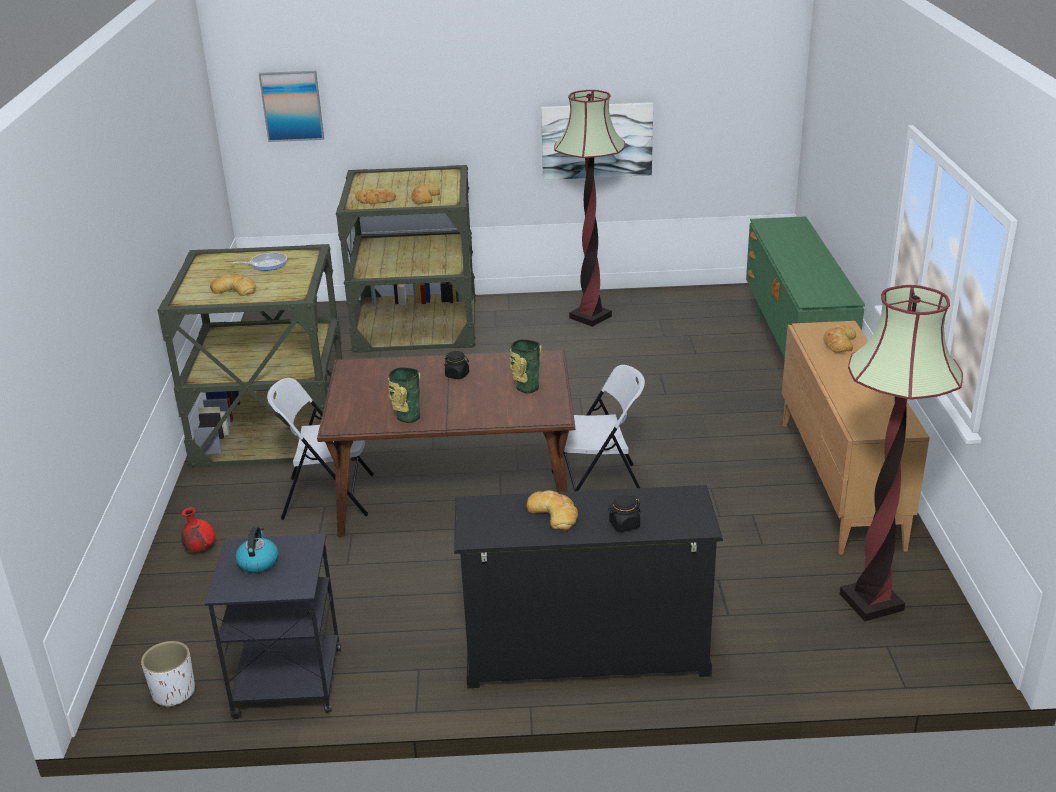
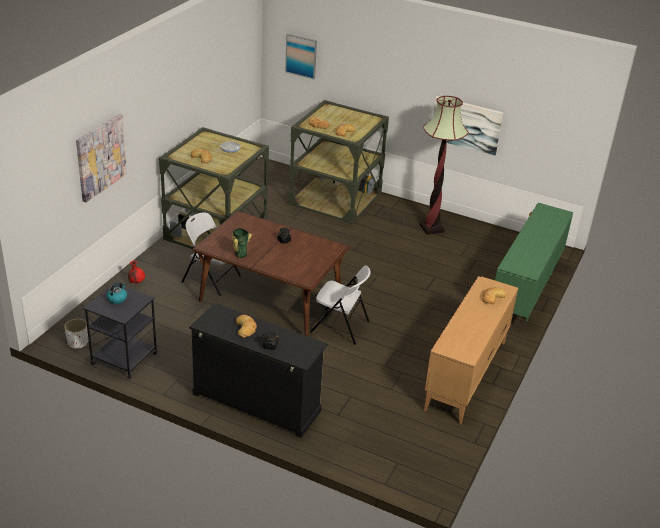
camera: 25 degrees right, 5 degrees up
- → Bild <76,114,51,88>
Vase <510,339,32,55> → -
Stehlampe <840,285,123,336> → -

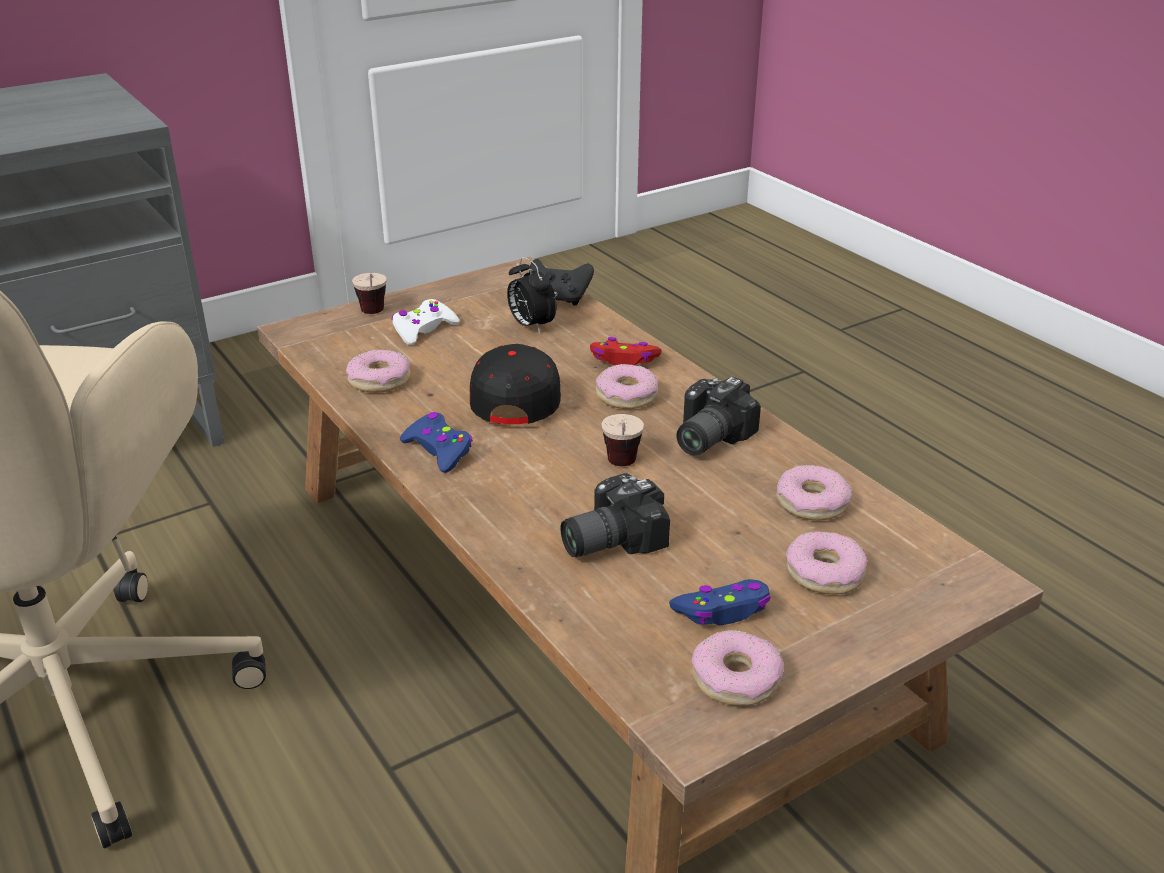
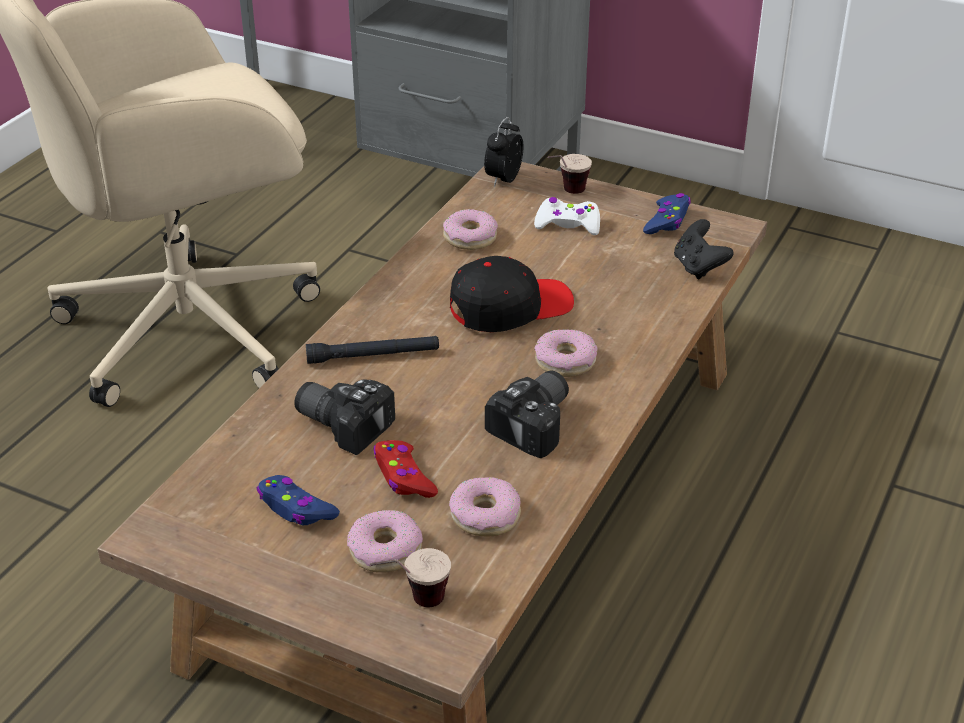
camera: 60 degrees right, 5 degrees up
- → Taschenlampe/schwarz <306,336,133,28>
Tasse <601,414,43,52> → Tasse <370,548,81,59>, relocated
Gamepad/rot <590,337,71,28> → Gamepad/rot <373,440,65,58>, relocated
Wecker <507,257,49,76> → Wecker <484,117,39,70>, relocated
Kamera <676,377,85,79> → Kamera <485,371,84,87>, 120 degrees clockwise
Gamepad/blau <400,412,73,61> → Gamepad/blau <643,193,48,41>, relocated
Donut <691,630,93,76> → -

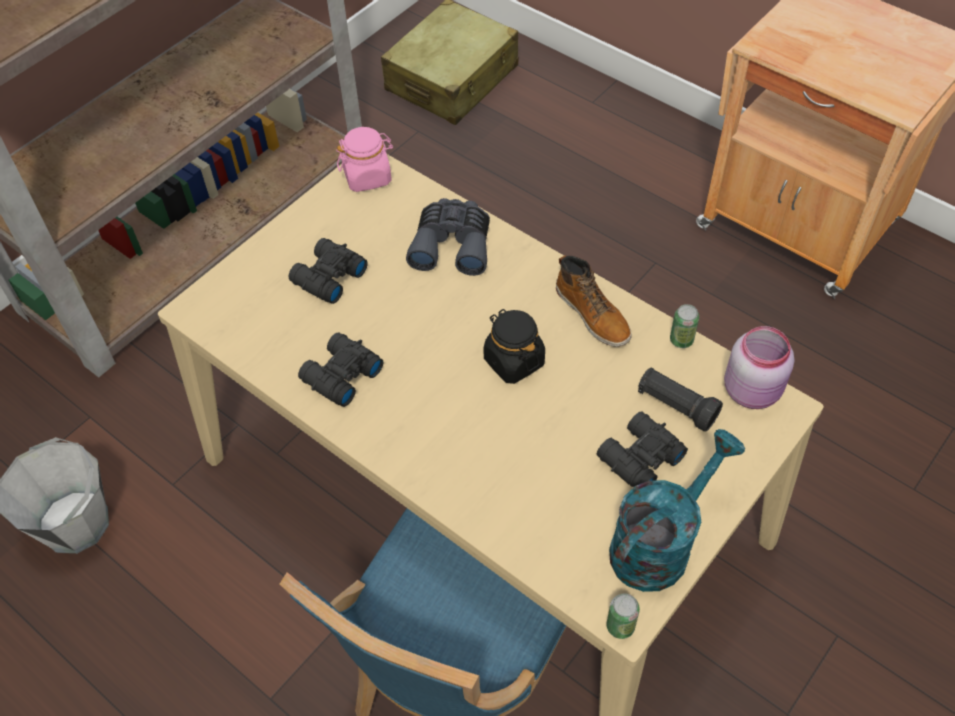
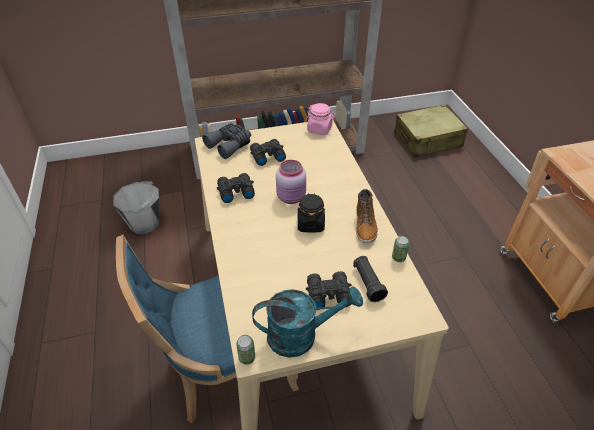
camera: 35 degrees right, 10 degrees down
Fernglas/grau <406,198,84,78> → Fernglas/grau <202,123,49,36>, relocated
Vorratsglas/rosa <724,326,70,83> → Vorratsglas/rosa <276,160,30,44>, relocated

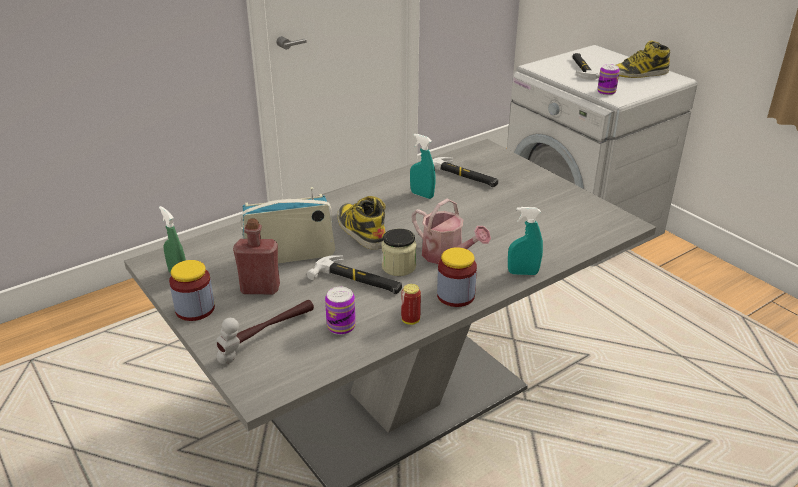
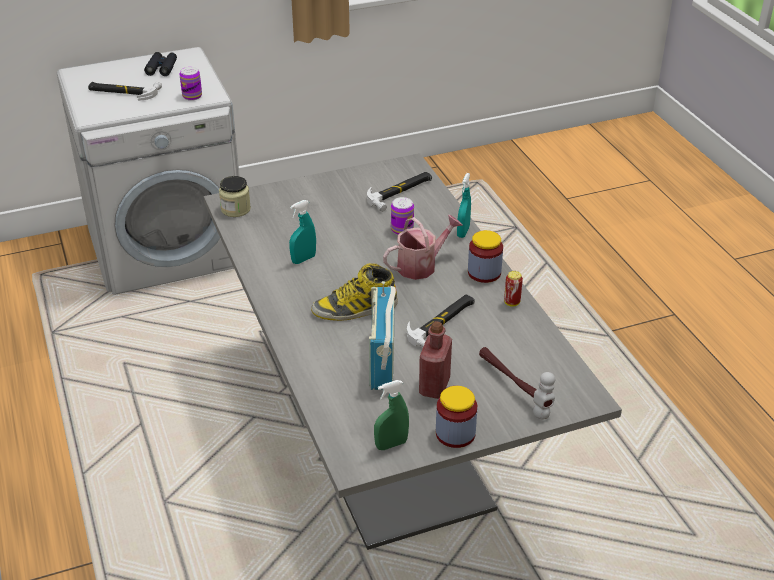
camera: 75 degrees left, 5 degrees up
Stiefel <616,41,54,37> → Fernglas/schwarz <144,52,33,24>
Vorratsglas <381,228,36,48> → Vorratsglas <219,176,32,41>, relocated
Hammer <432,157,67,30> → Hammer <367,172,65,40>, relocated
Dose <325,287,31,48> → Dose <391,197,23,38>, relocated

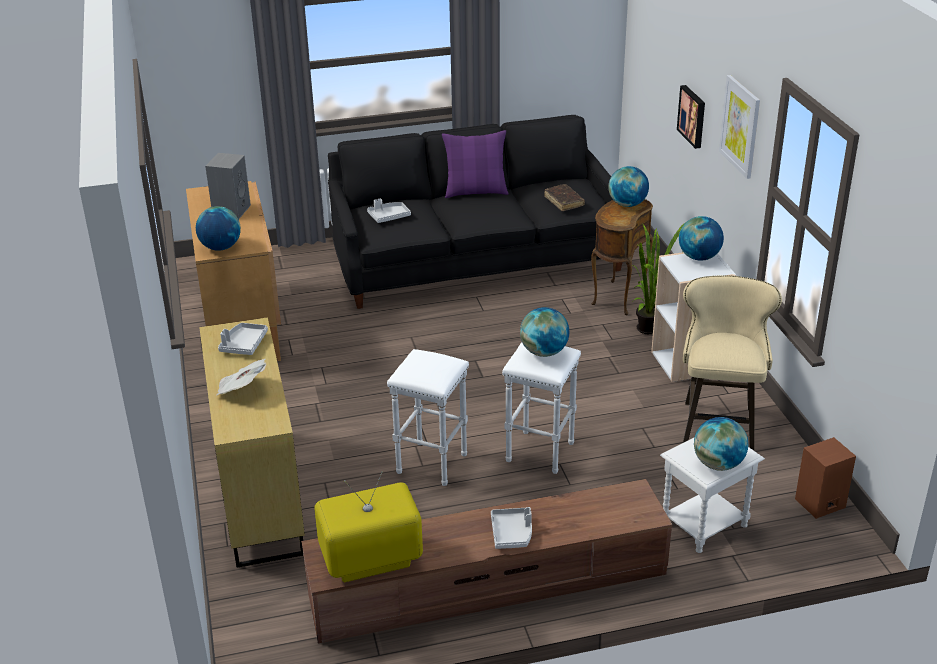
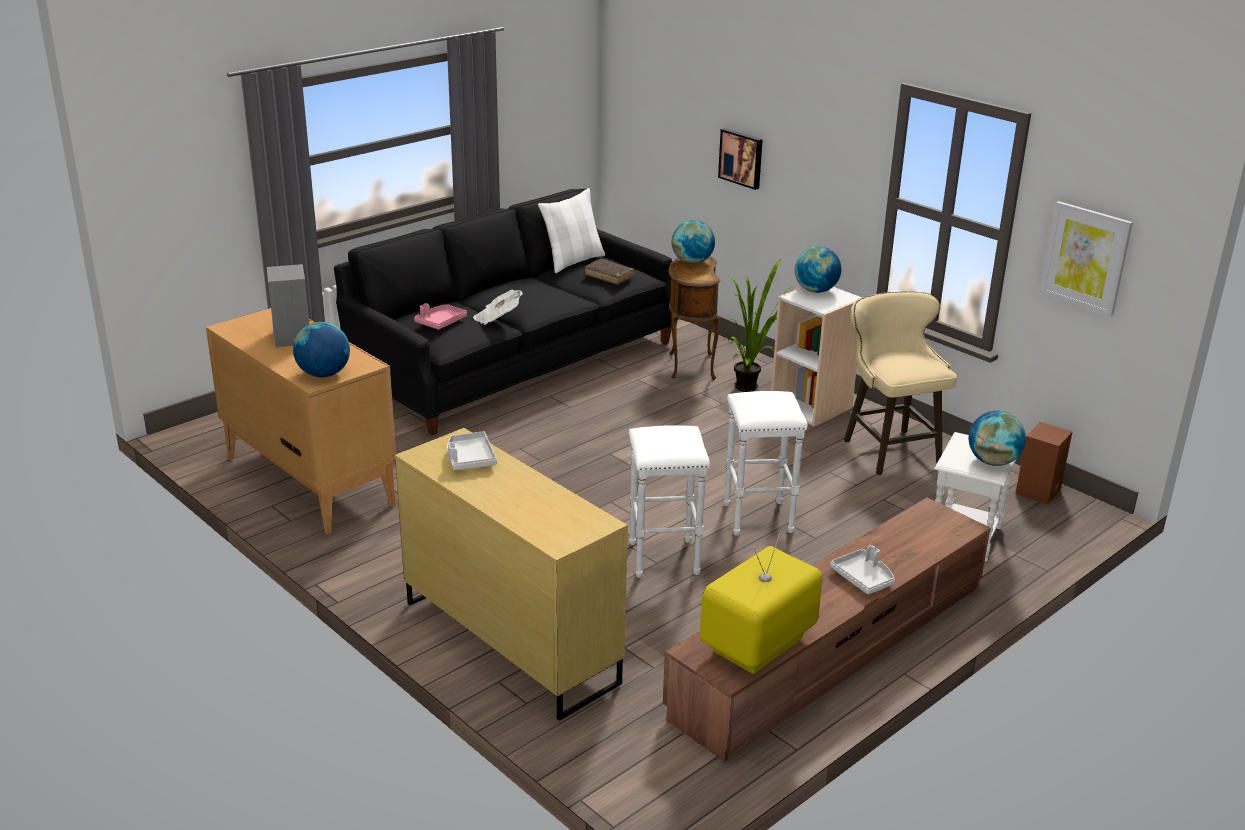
camera: 30 degrees left, 5 degrees down
Tablett/grau <367,198,44,25> → Tablett/rosa <414,303,53,26>
Zeitung <216,359,50,37> → Zeitung <473,290,50,35>, relocated
- → Kissen/weiß <538,188,67,85>
Bild <719,75,41,104> → Bild <1040,201,93,116>, relocated
Kissen/lila <442,130,67,68> → -
Globus <520,307,49,50> → -

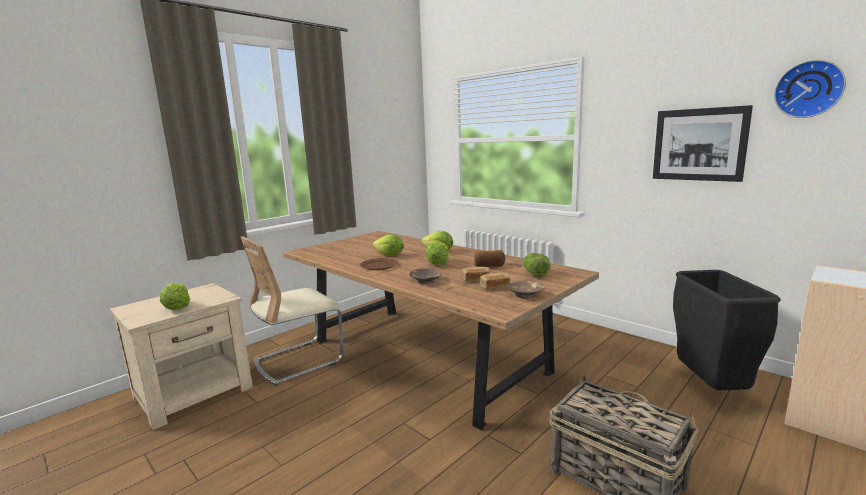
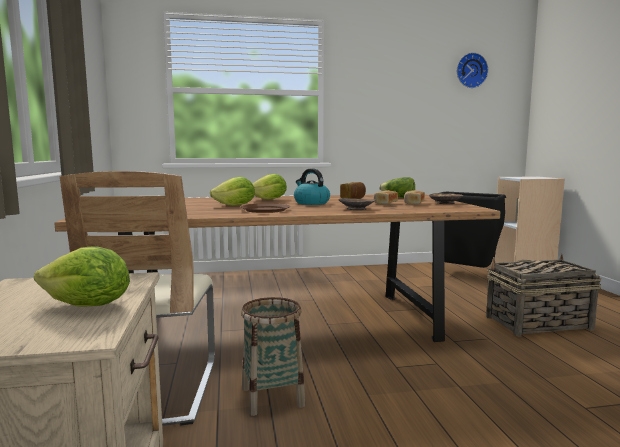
camera: 55 degrees left, 5 degrees down
- → Korb <241,297,64,119>
Salatkopf <426,241,23,24> → Wasserkessel <294,168,36,37>
Bild <653,105,100,77> → -

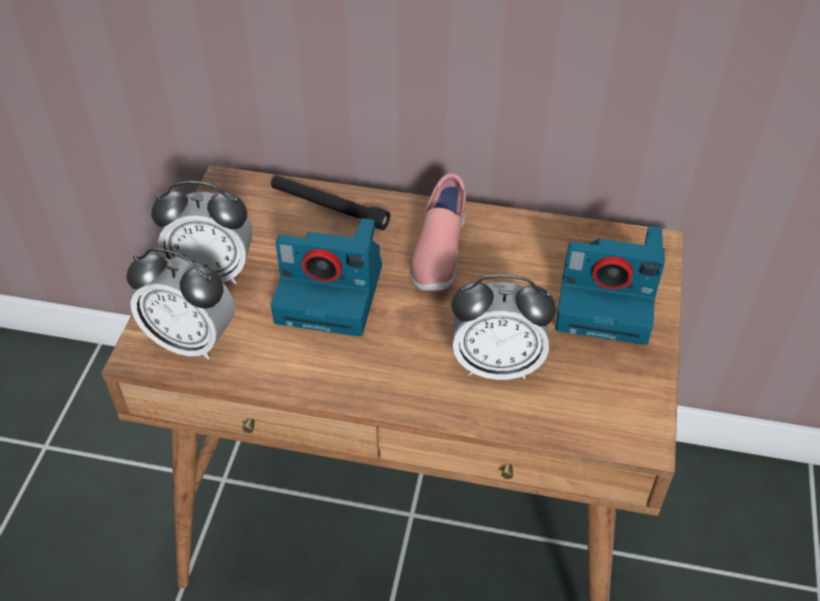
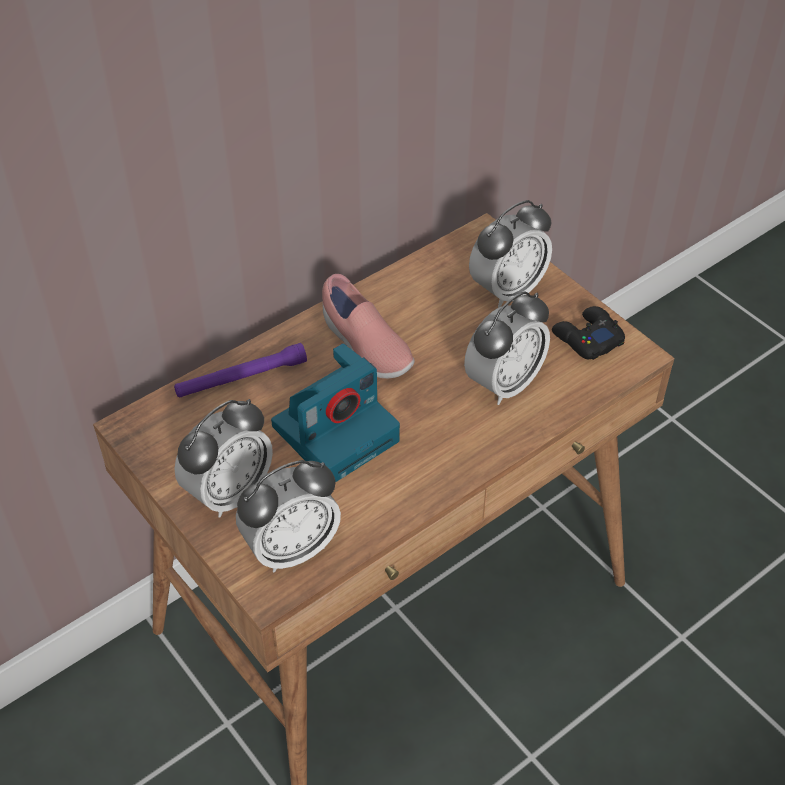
camera: 50 degrees left, 0 degrees up
Taschenlampe/schwarz <271,175,119,55> → Taschenlampe/lila <174,343,133,54>
Kamera <555,226,110,119> → Wecker <469,200,83,108>
- → Gamepad/schwarz <552,306,73,54>

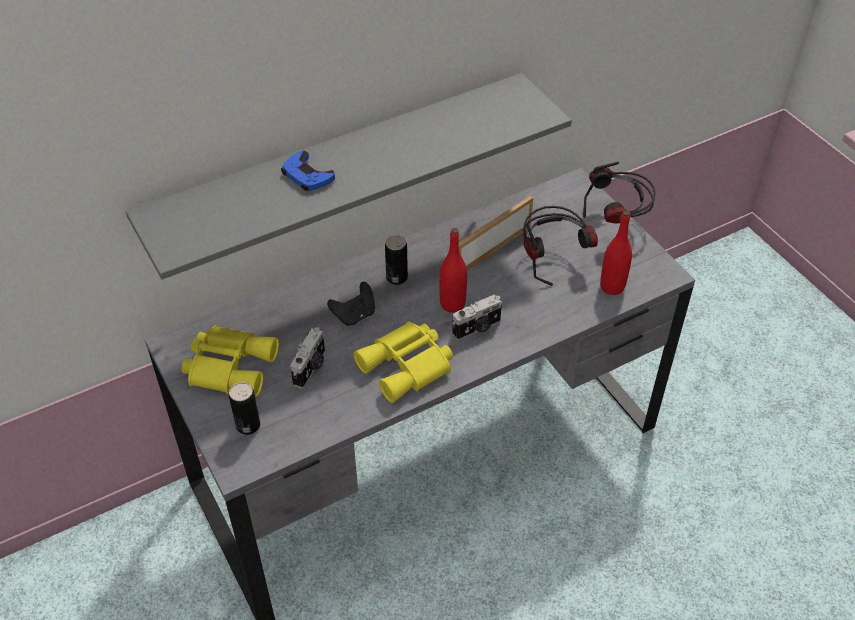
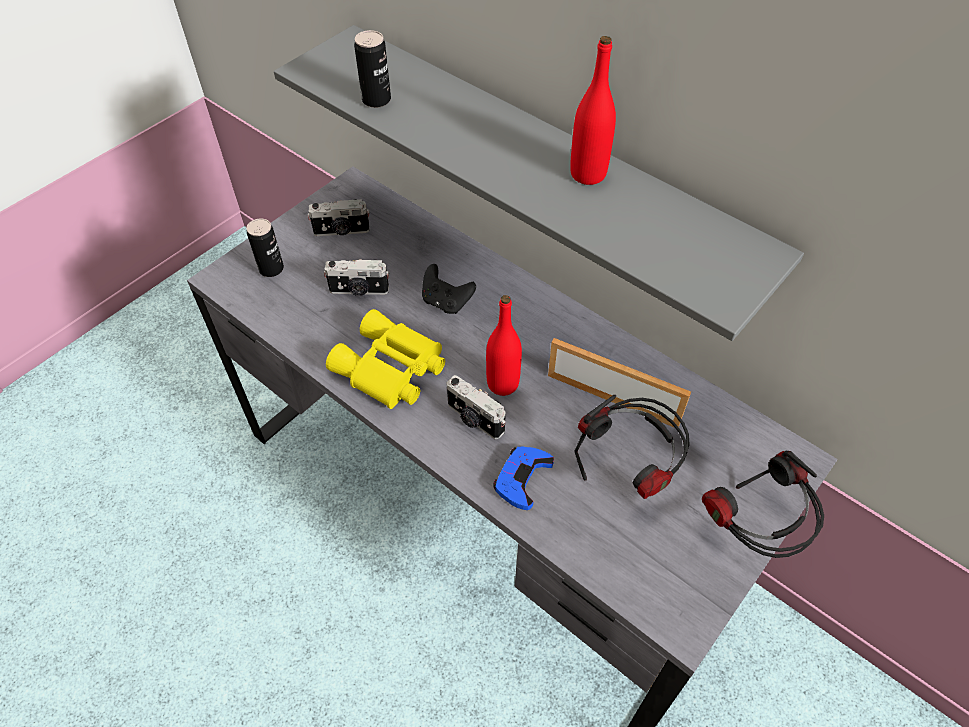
camera: 70 degrees right, 5 degrees up
Fernglas/gelb <182,325,97,72> → Kamera <308,199,62,37>
Dose <385,235,23,50> → Dose <354,30,37,78>, relocated
Gamepad/blau <281,150,54,41> → Gamepad/blau <493,447,61,63>, relocated
Flasche/rot <600,211,32,84> → Flasche/rot <570,36,46,149>, relocated

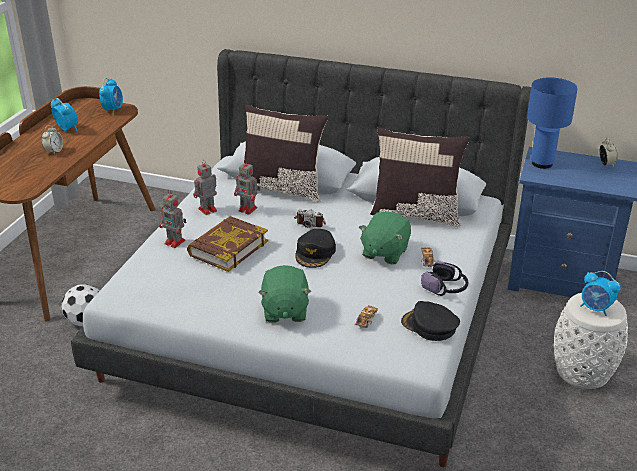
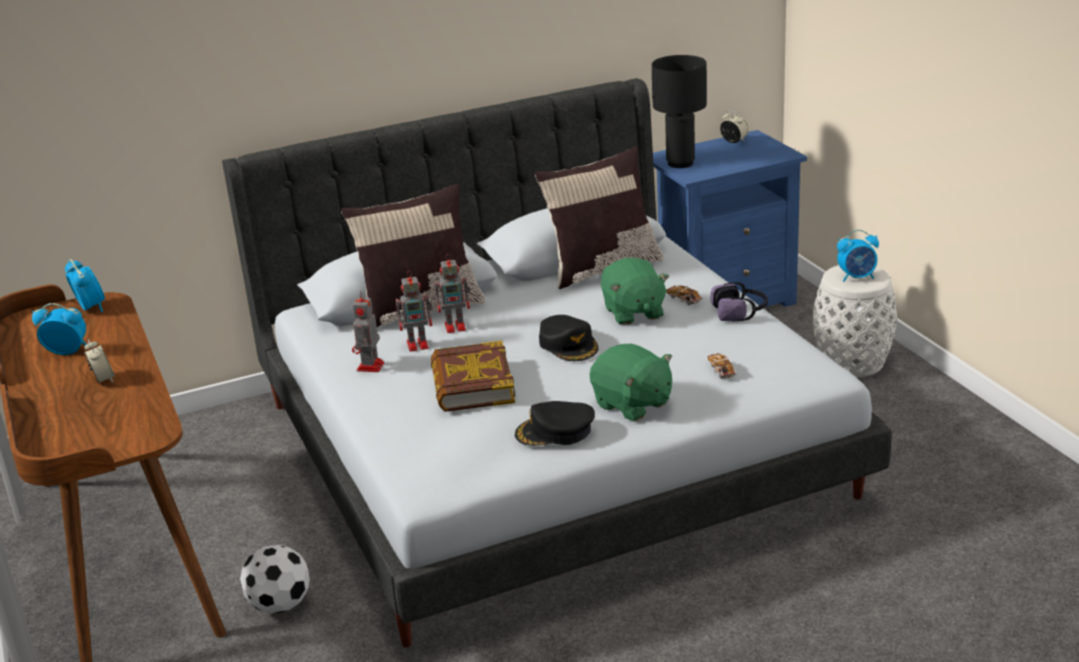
camera: 40 degrees left, 5 degrees down
Spielzeugroboter <159,191,27,57> → Spielzeugroboter <434,254,36,79>, relocated
Kappe/schwarz <401,301,59,40> → Kappe/schwarz <515,401,80,45>, relocated
Tischlampe/blau <527,77,50,92> → Tischlampe/schwarz <652,55,55,113>
Kamera <294,209,32,19> → -

